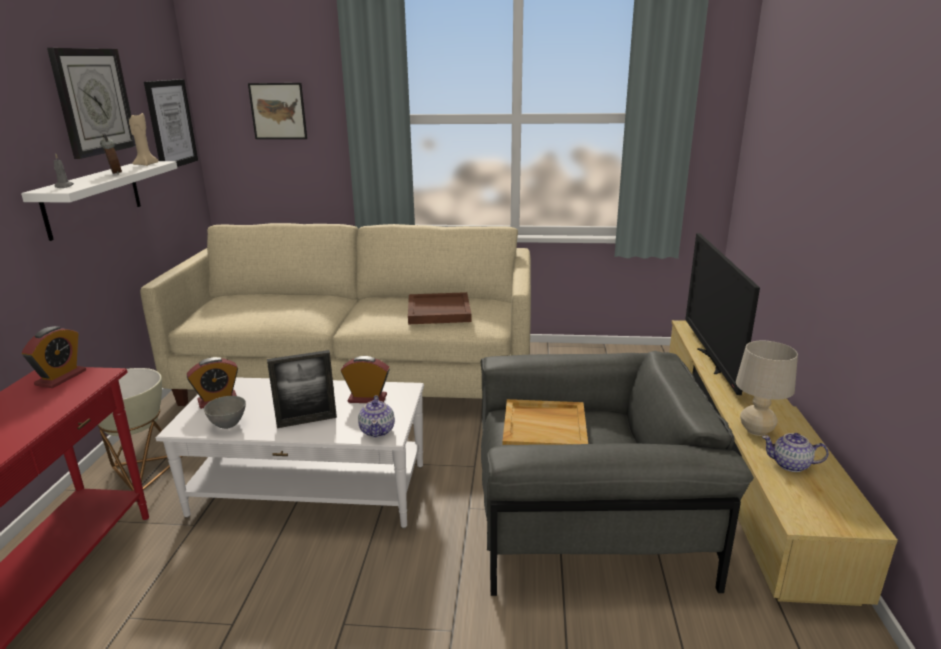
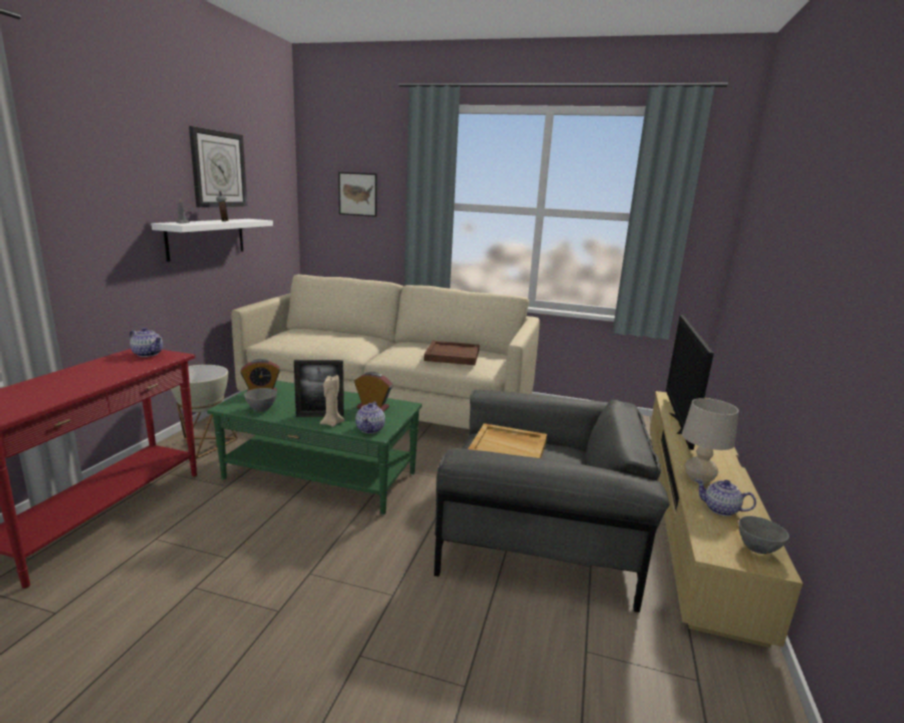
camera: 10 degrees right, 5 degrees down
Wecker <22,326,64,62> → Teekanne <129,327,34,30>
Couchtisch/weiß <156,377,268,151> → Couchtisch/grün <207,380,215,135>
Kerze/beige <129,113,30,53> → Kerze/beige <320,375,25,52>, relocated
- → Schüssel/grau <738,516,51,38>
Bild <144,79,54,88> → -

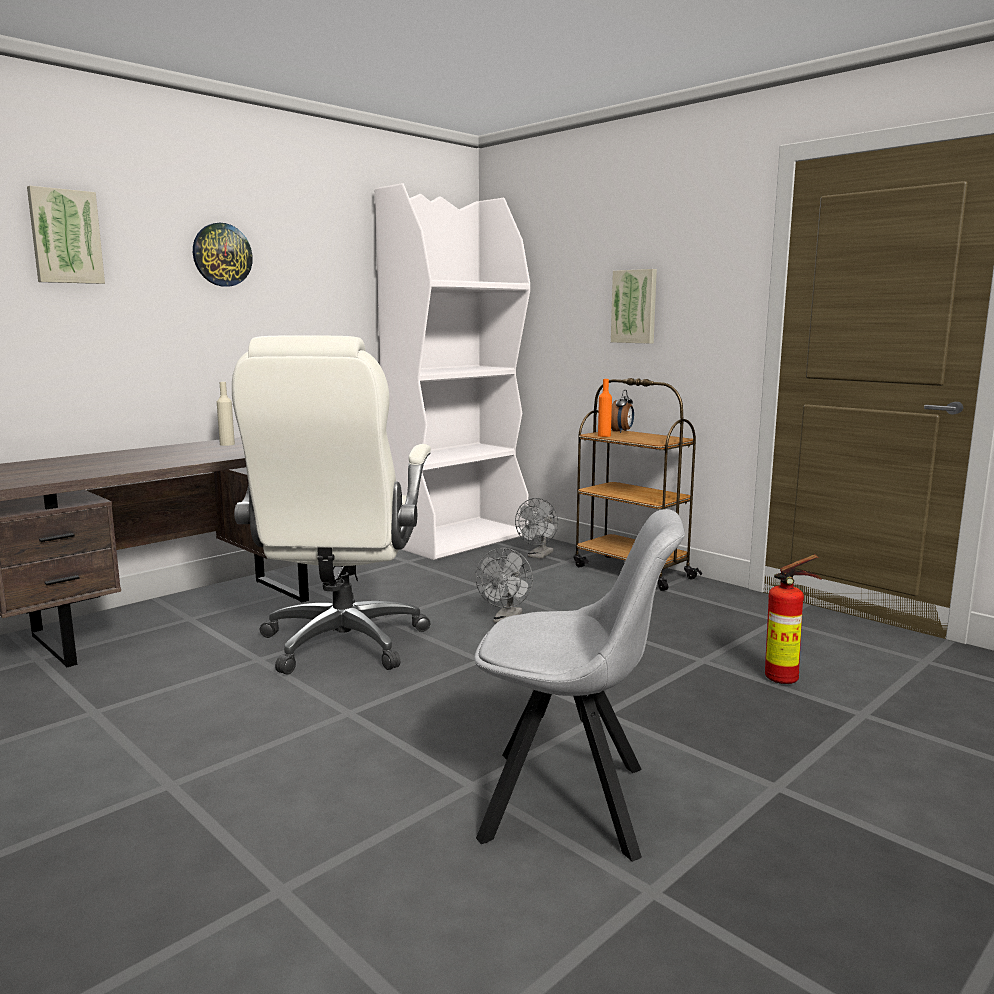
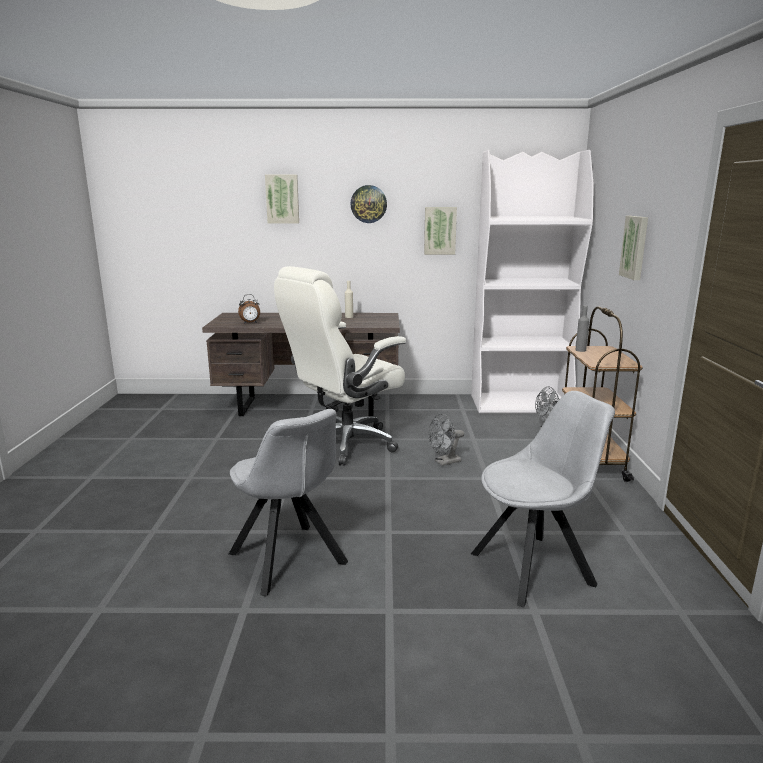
camera: 45 degrees right, 5 degrees up
Wecker <611,390,23,43> → Wecker <238,294,22,30>, relocated
- → Bild <424,207,33,48>
Feuerlöscher <765,554,57,130> → Stuhl/grau <471,391,144,217>
Flasche/orange <598,379,14,58> → Flasche/grau <575,306,14,46>

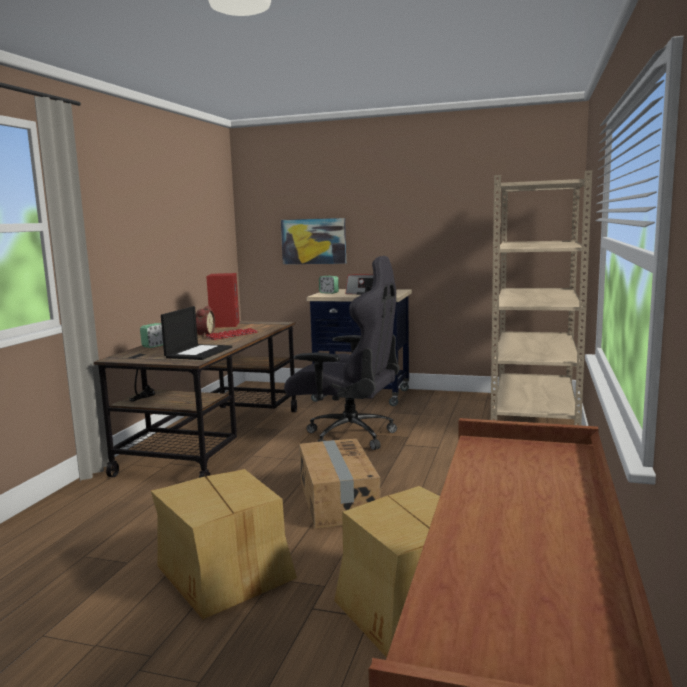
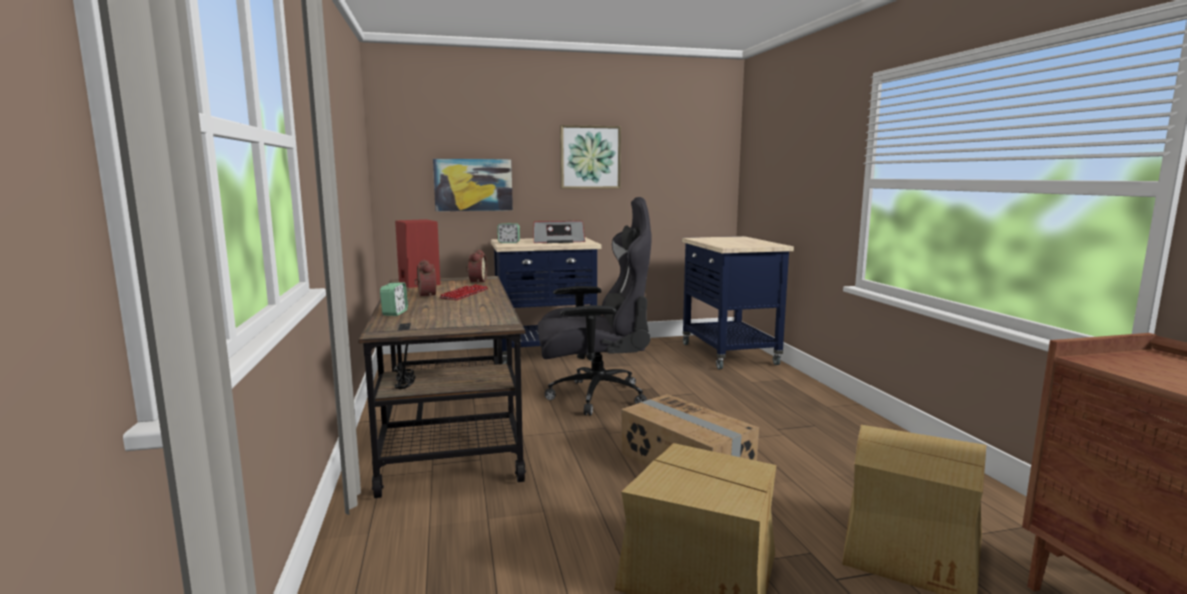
camera: 30 degrees left, 0 degrees up
- → Wecker <466,250,21,34>
- → Bild <560,125,61,64>
Bücherregal/beige <491,170,101,256> → Rollwagen/blau <682,236,112,133>
Laptop <161,306,71,54> → -

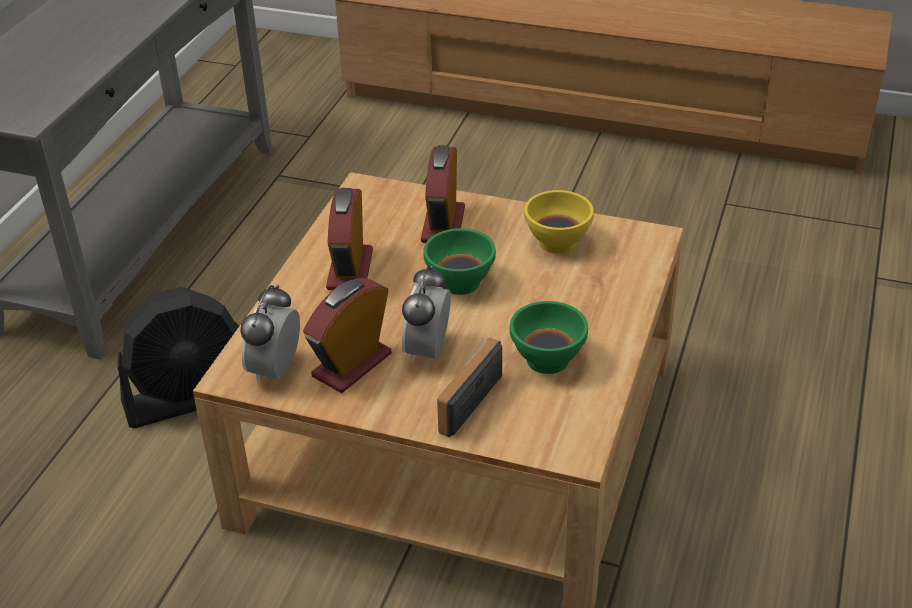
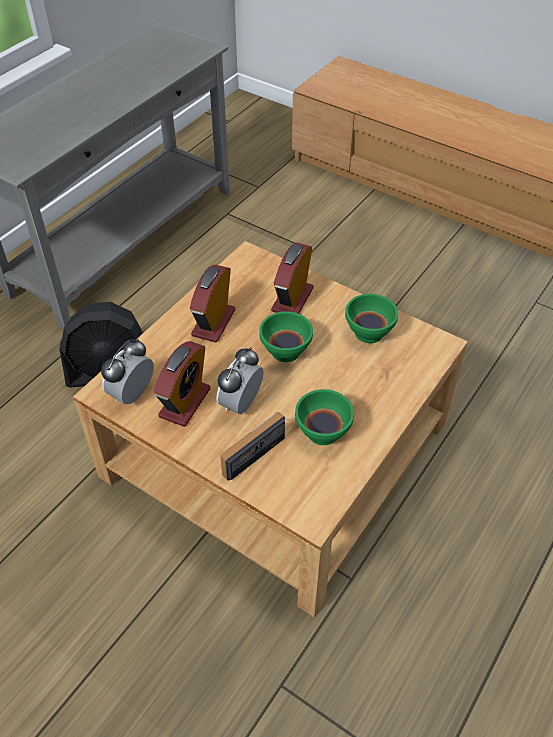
camera: 15 degrees right, 10 degrees up
Wecker <303,278,89,115> → Wecker <154,341,57,86>, 150 degrees clockwise
Schüssel/gelb <524,190,70,64> → Schüssel/grün <345,294,53,49>

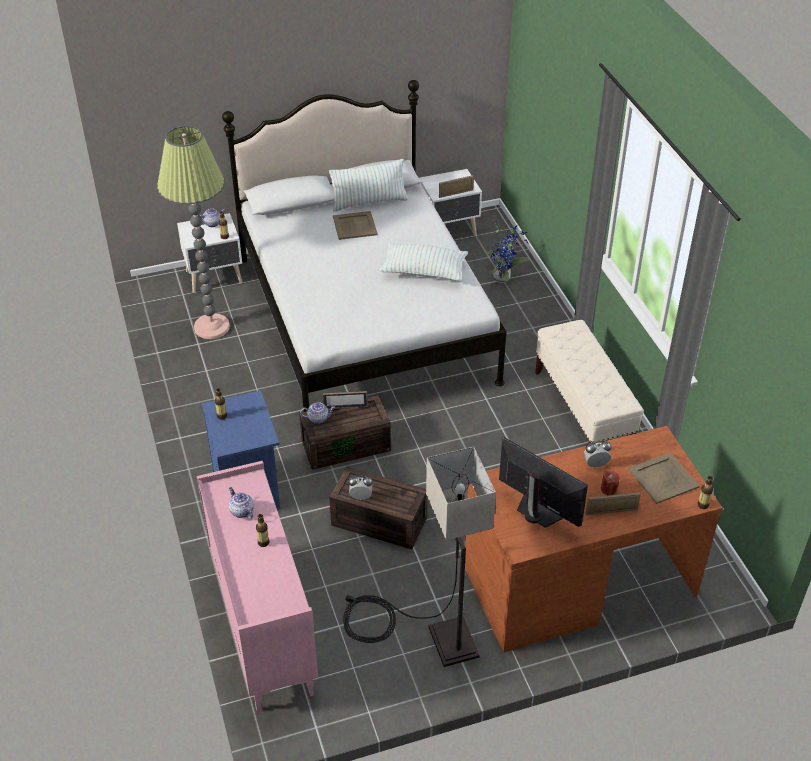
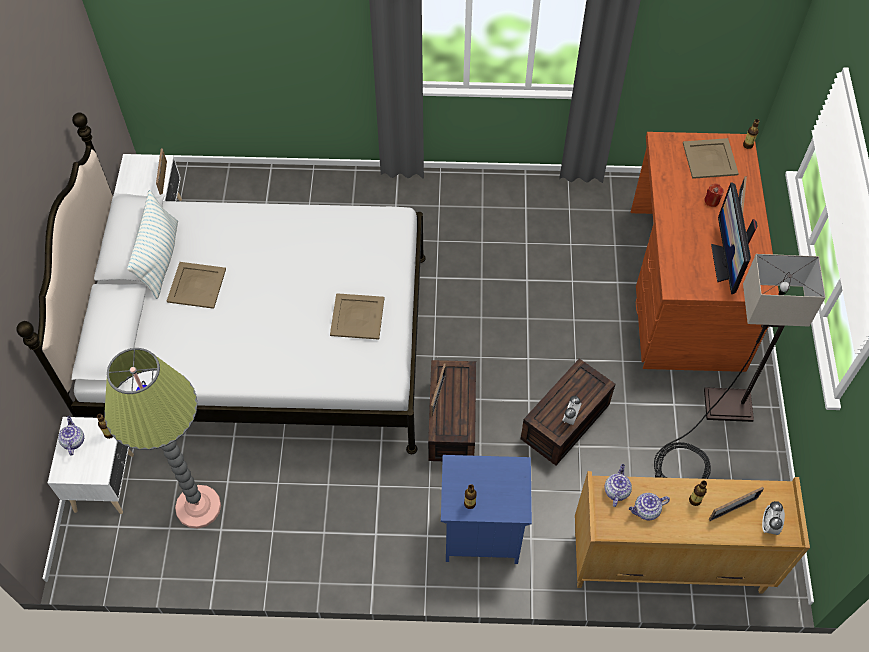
camera: 70 degrees left, 15 degrees up
- → Tablett/beige <330,293,54,47>
Kommode/rosa <197,461,121,250> → Kommode/braun <575,471,235,123>
Teekanne <300,402,35,22> → Teekanne <604,464,28,43>, relocated
- → Bilderrahmen <708,487,56,34>
Monitor <499,437,89,91> → Monitor <711,182,47,112>, 60 degrees counterclockwise
Wecker <584,441,28,26> → Wecker <762,501,23,34>, relocated
Kissen <379,243,89,38> → -
Topfpflanze <487,223,42,60> → -
Bank/beige <535,320,109,124> → -

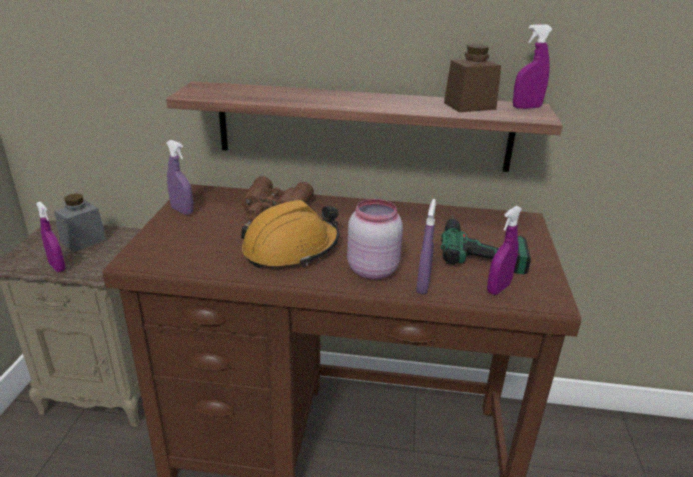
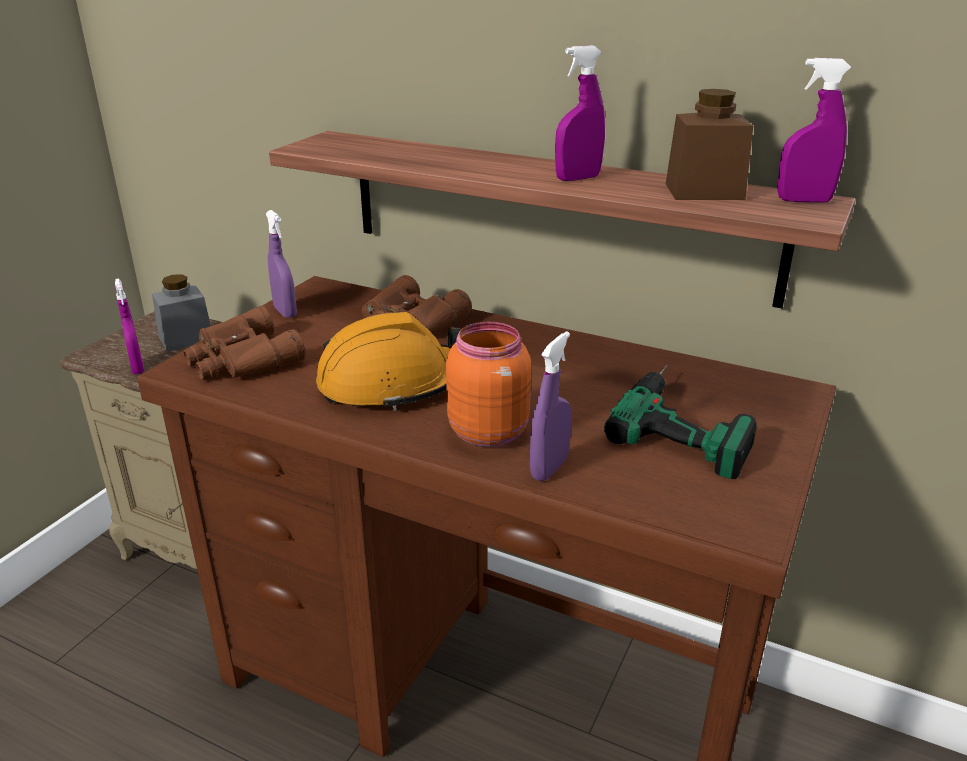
camera: 20 degrees right, 0 degrees up
- → Fernglas/braun <183,305,123,75>
Vorratsglas/rosa <347,199,56,80> → Vorratsglas/orange <446,322,85,125>
Sprühflasche/lila <487,206,35,89> → Sprühflasche/lila <555,46,50,135>, relocated

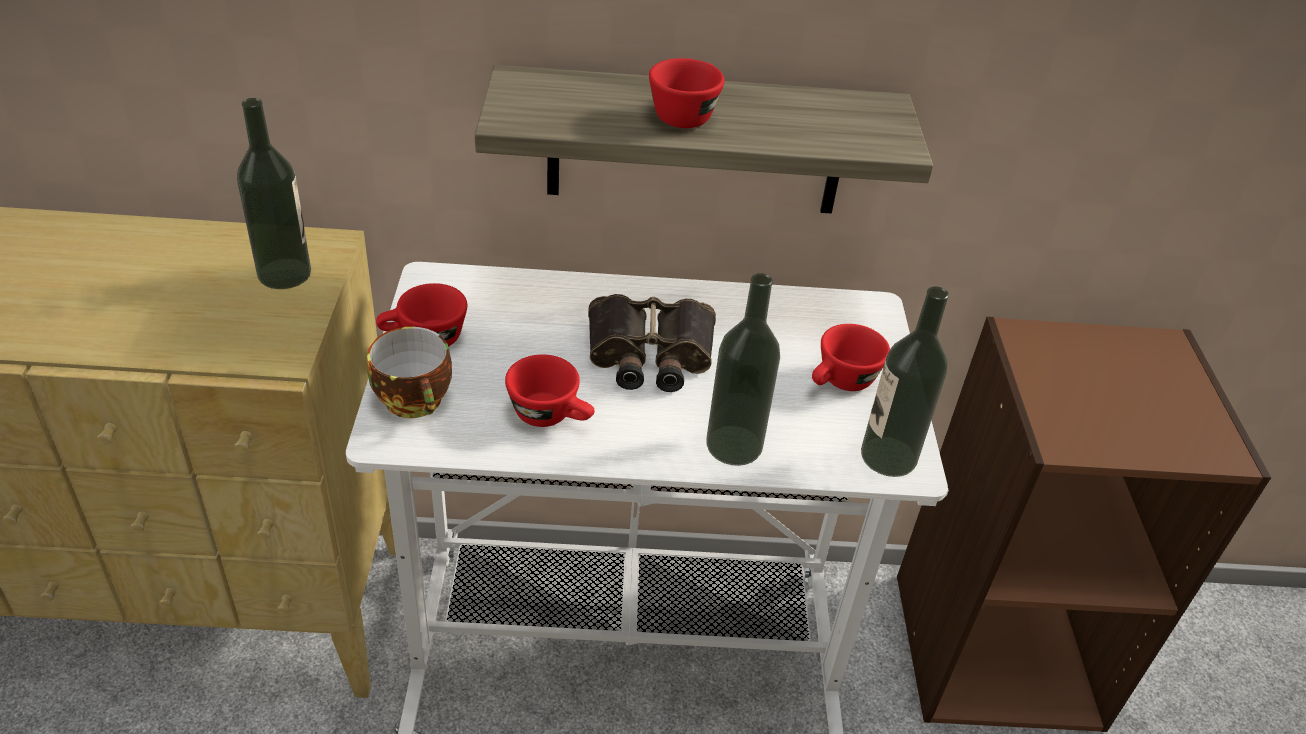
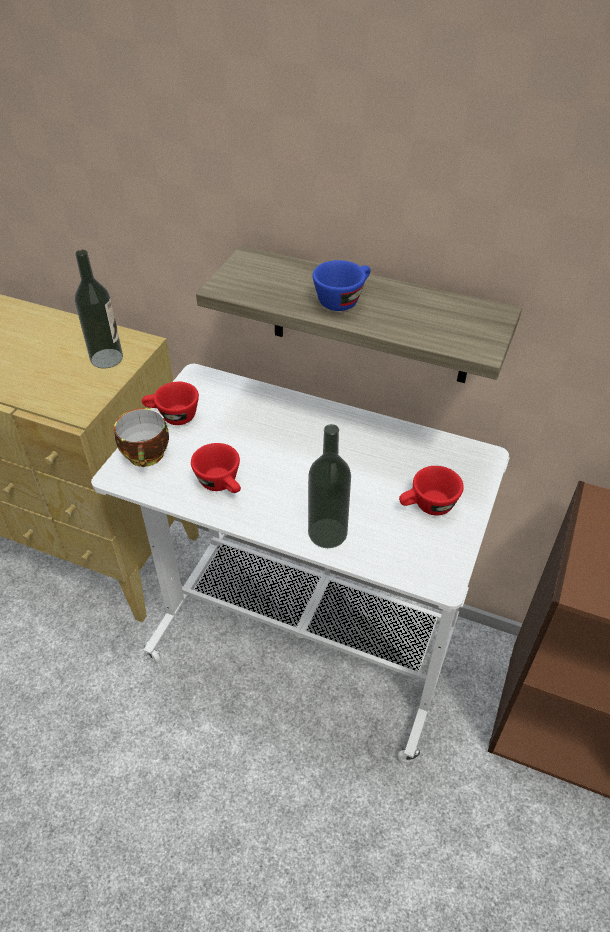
camera: 25 degrees right, 5 degrees up
Tasse/rot <649,58,75,70> → Tasse/blau <312,260,59,51>
Fernglas <588,294,128,98> → -
Flasche <861,286,88,191> → -

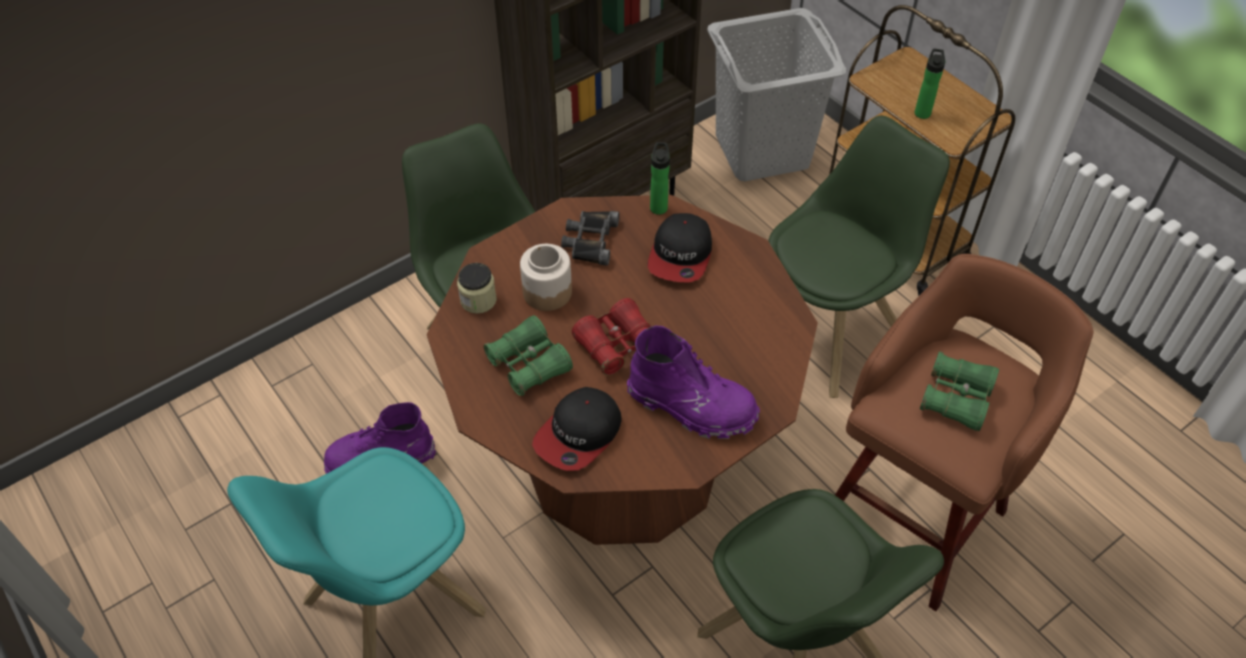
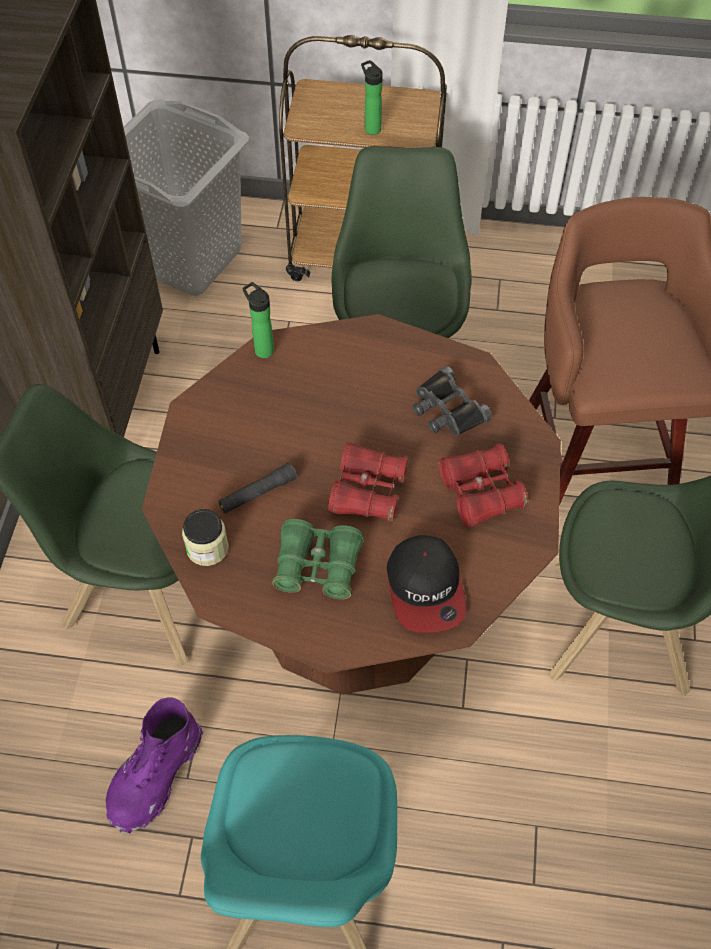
camera: 45 degrees left, 5 degrees up
Vorratsglas <520,244,52,67> → Taschenlampe/schwarz <218,463,79,50>
Fernglas/schwarz <561,211,58,55> → Fernglas/schwarz <413,366,79,70>, relocated
Stiefel/lila <627,326,133,113> → Fernglas/rot <439,443,90,85>
Kappe <647,213,65,70> → -
Fernglas/grün <920,351,79,80> → -

